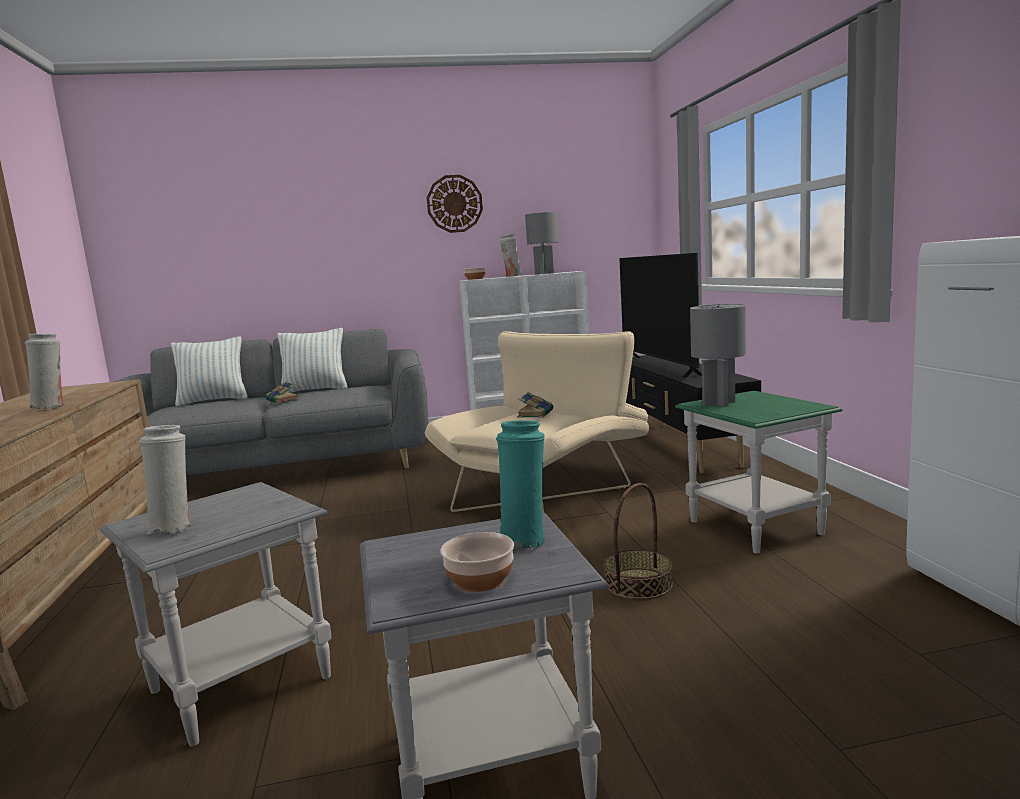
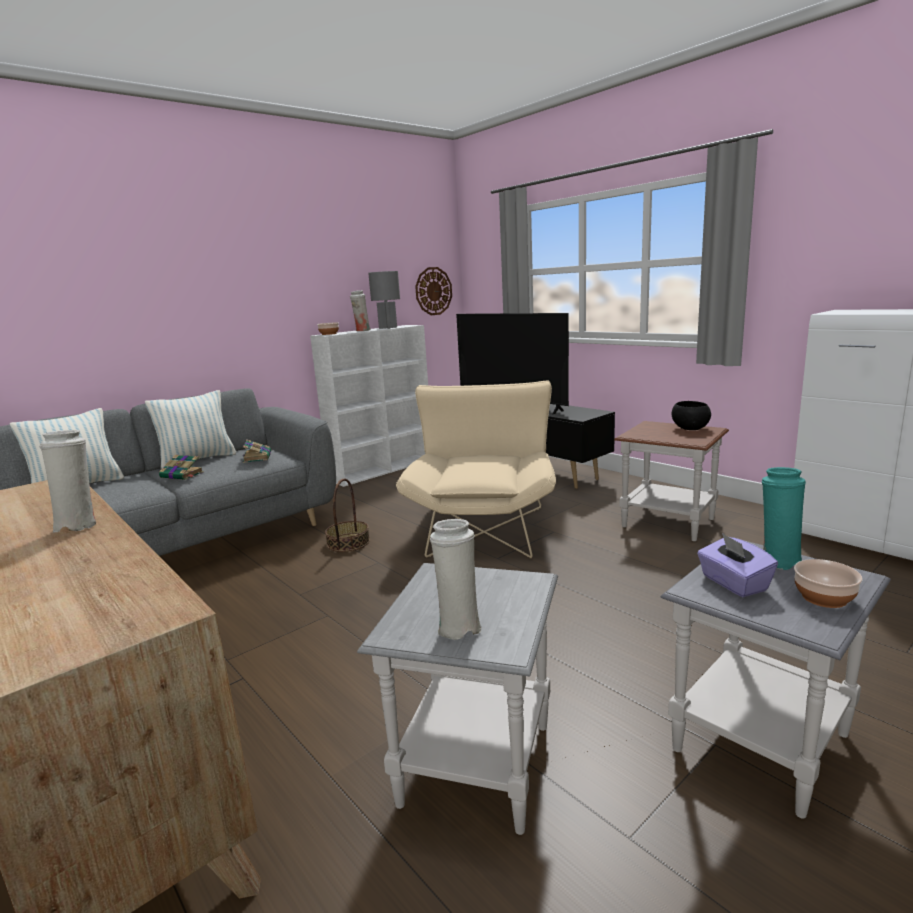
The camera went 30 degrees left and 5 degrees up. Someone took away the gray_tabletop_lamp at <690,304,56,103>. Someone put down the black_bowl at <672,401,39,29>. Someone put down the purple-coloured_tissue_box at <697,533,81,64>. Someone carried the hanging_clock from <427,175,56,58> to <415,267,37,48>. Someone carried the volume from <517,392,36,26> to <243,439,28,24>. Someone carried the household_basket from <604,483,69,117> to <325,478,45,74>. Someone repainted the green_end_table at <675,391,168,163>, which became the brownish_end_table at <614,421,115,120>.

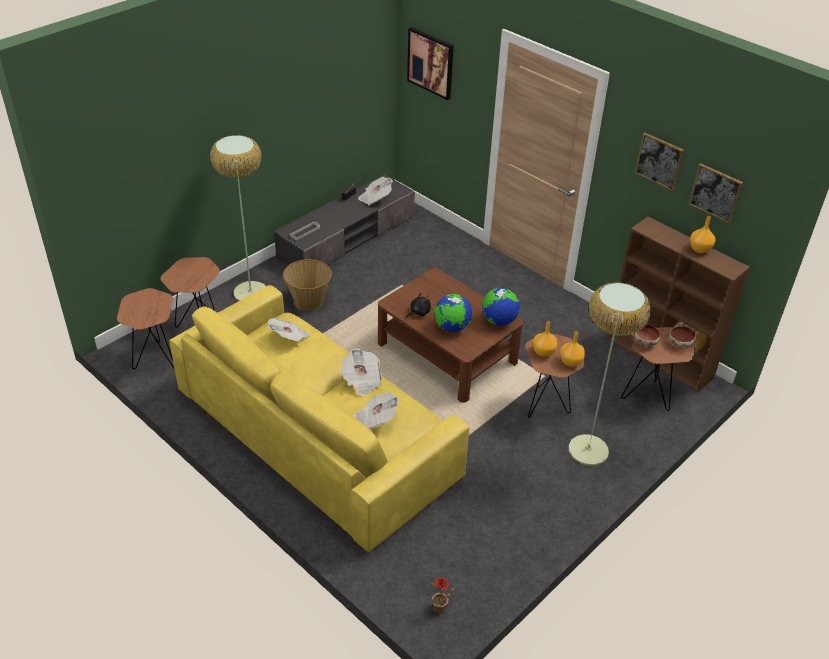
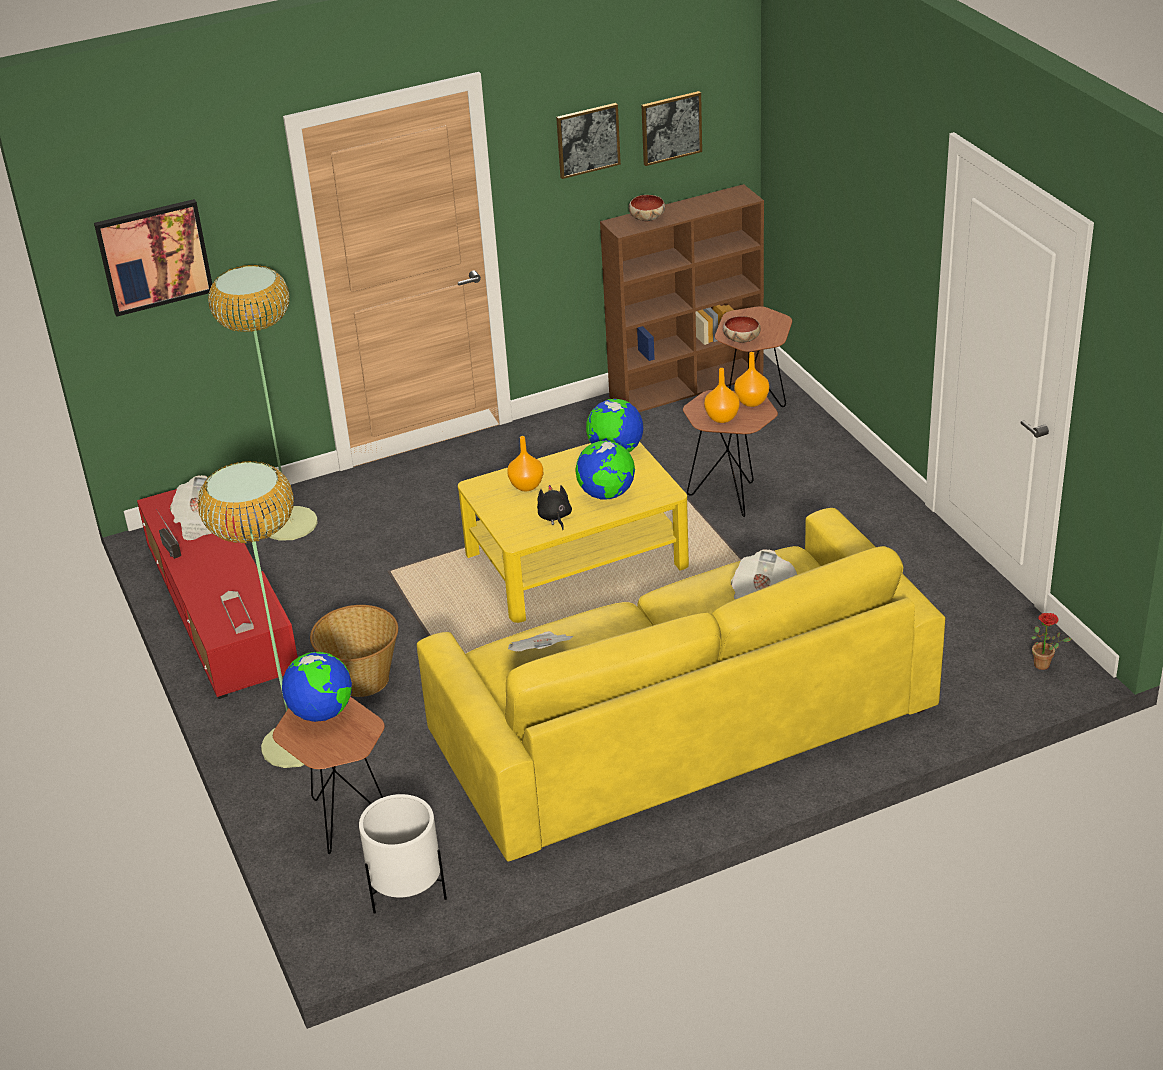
The camera went 65 degrees left and 5 degrees down. Someone took away the newspaper at <342,348,40,49>. Someone put down the desk_globe at <282,652,70,70>. Someone carried the standing_lamp from <569,282,82,184> to <208,265,109,276>. Someone carried the bowl from <668,326,28,22> to <629,195,36,27>. Someone carried the orange-coloured_vase from <690,216,25,37> to <507,436,36,56>. Someone swapped the brownish_end_table at <117,288,57,81> for the whitish_plant_pot at <359,794,88,120>. Someone repainted the gray_tv_stand at <274,174,141,91>, which became the reddish_tv_stand at <137,489,161,210>. Someone repainted the brownish_lounge_table at <378,268,145,135>, which became the yellowish_lounge_table at <458,442,231,181>.

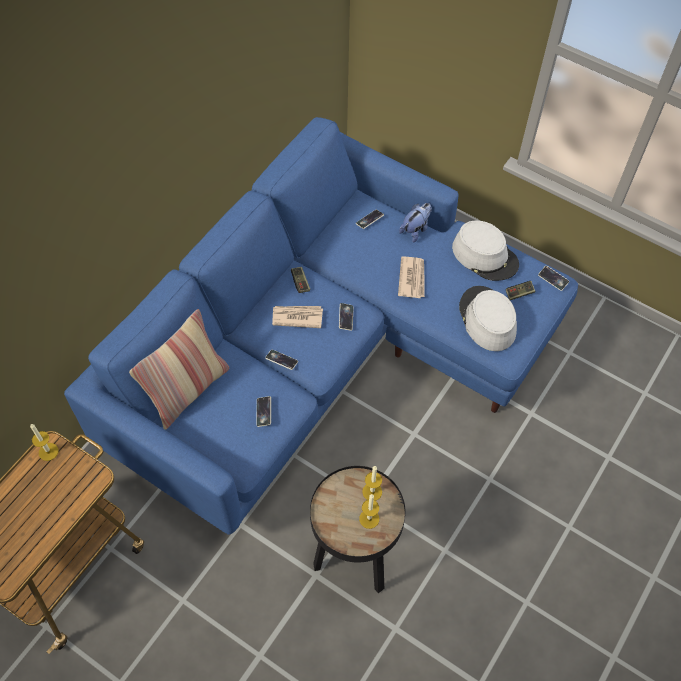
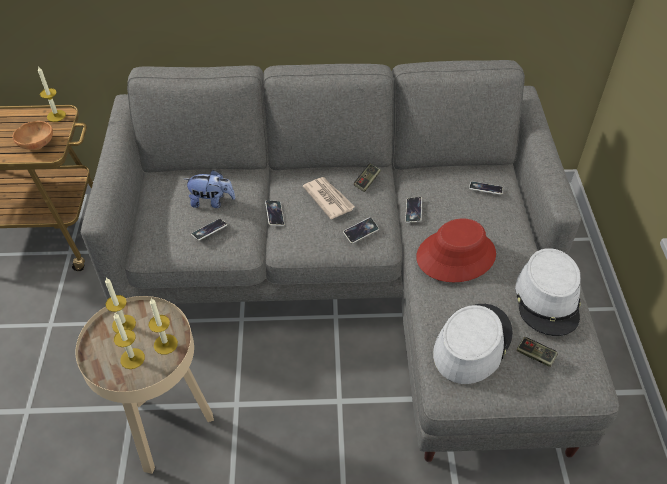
The camera went 55 degrees right and 10 degrees down. Someone took away the throw_pillow at <129,309,100,121>. Someone put down the brownish_bowl at <12,121,41,29>. Someone put down the wax_candle at <105,277,31,56>. Someone carried the plush_toy from <399,203,33,39> to <185,170,50,38>. Someone carried the phone from <538,266,31,25> to <405,197,17,26>. Someone swapped the newspaper at <398,256,27,42> for the reddish_wearable_hat at <416,218,80,64>. Someone repainted the bluish_settee at <64,117,514,418>, which became the gray_settee at <81,60,538,402>. Someone repainted the black_end_table at <310,466,96,127>, which became the sand-coloured_end_table at <76,296,138,178>.

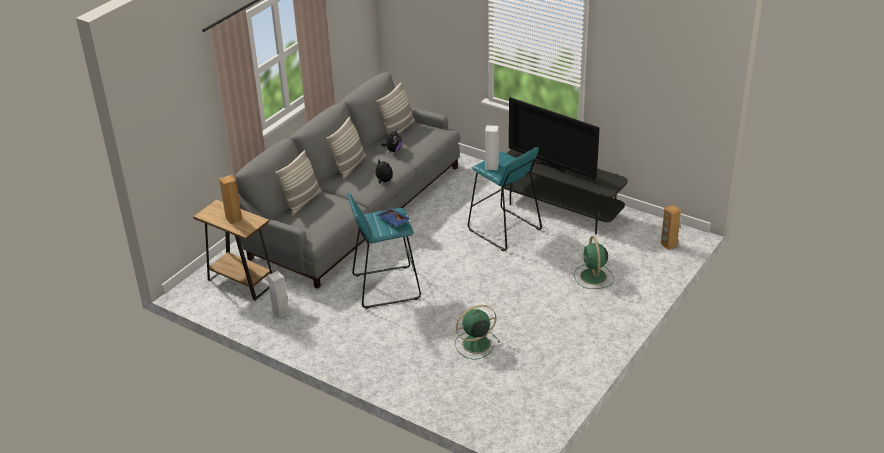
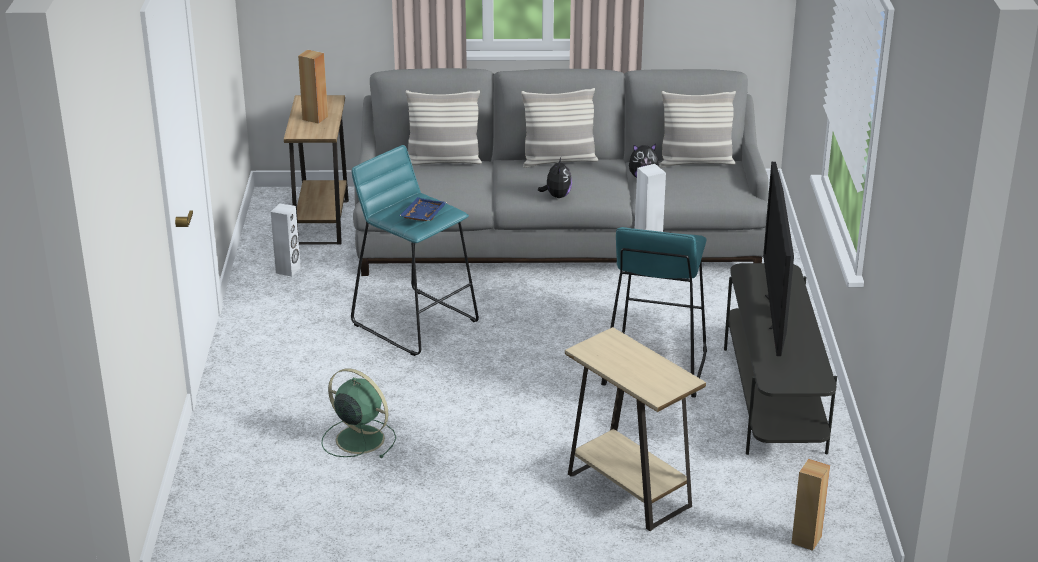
The camera went 55 degrees right and 5 degrees down. Someone swapped the green_cooling_fan at <574,236,40,53> for the sand-coloured_end_table at <565,327,141,204>.

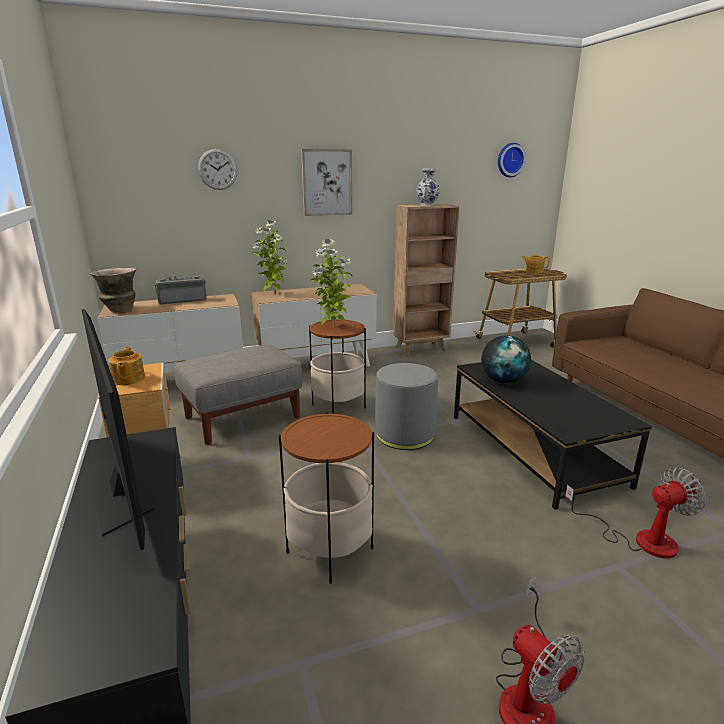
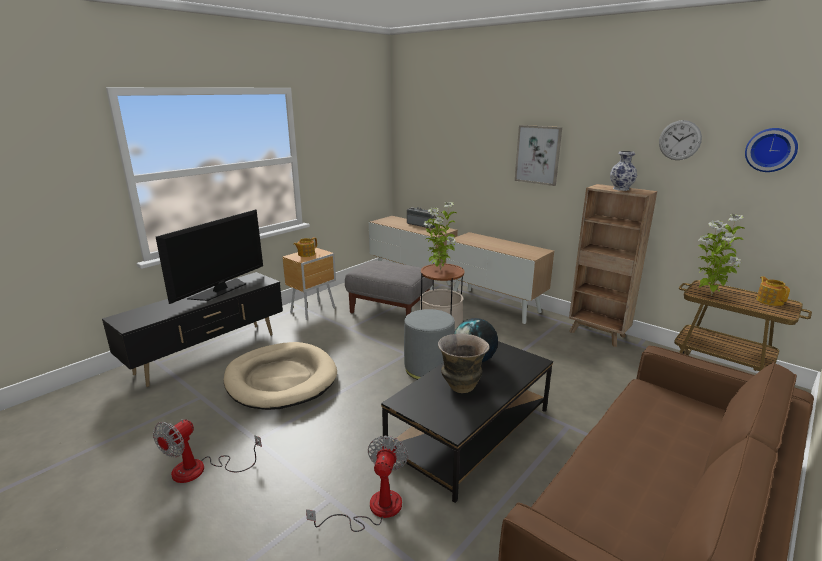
The camera went 60 degrees right and 0 degrees up. Someone carried the vase from <90,268,46,44> to <438,334,52,59>. Someone carried the hanging_clock from <198,149,40,41> to <659,120,43,40>. Someone carried the potted_plant from <252,220,35,75> to <698,214,47,82>. Someone swapped the end_table at <279,412,95,172> for the sand-coloured_dog_bed at <224,342,113,68>. Someone rotated the cooling_fan at <565,467,141,91> by 120 degrees counterclockwise.

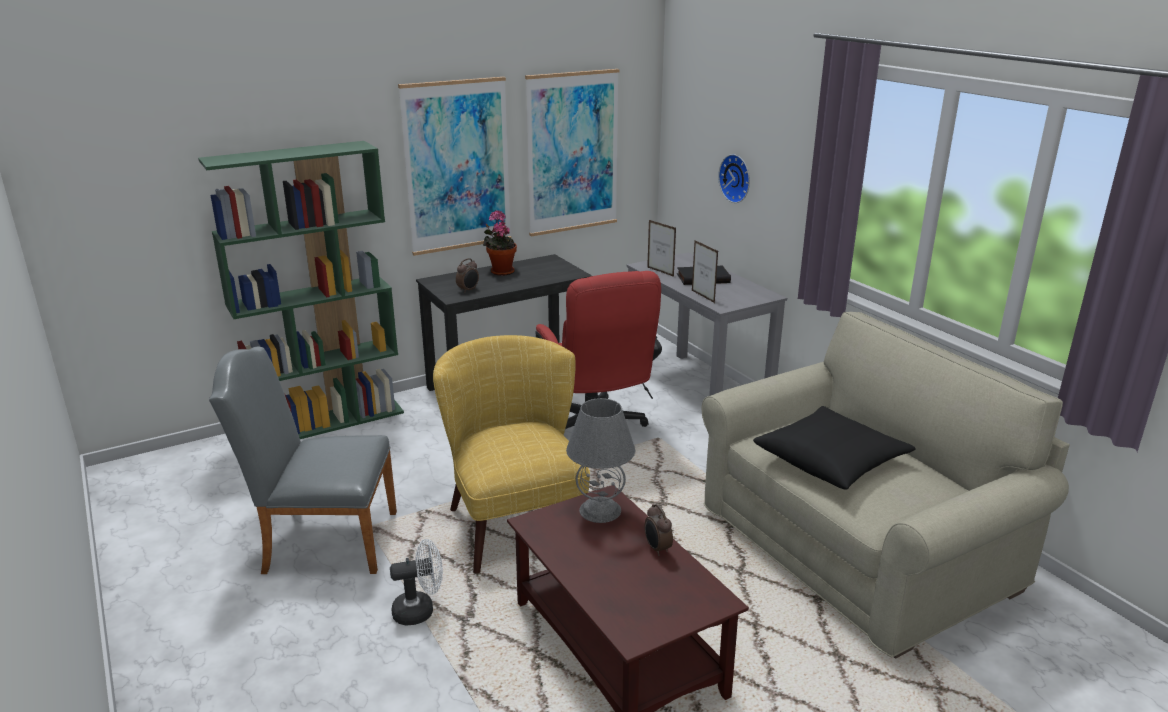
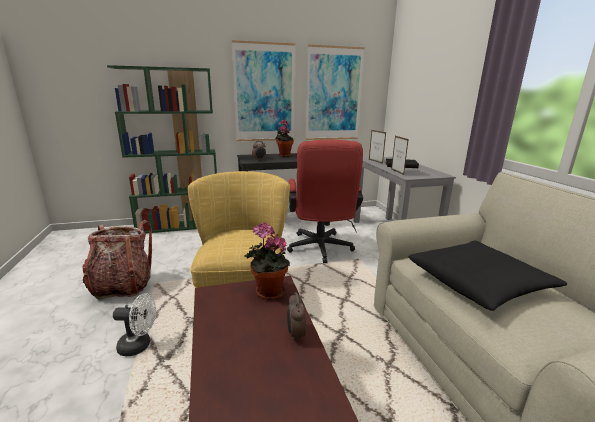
The camera went 15 degrees right and 5 degrees down. Someone took away the hanging_clock at <718,154,32,49>. Someone swapped the gray_chair at <209,347,188,227> for the rucksack at <82,220,70,80>. Someone swapped the gray_tabletop_lamp at <566,398,70,125> for the potted_plant at <245,222,45,78>.

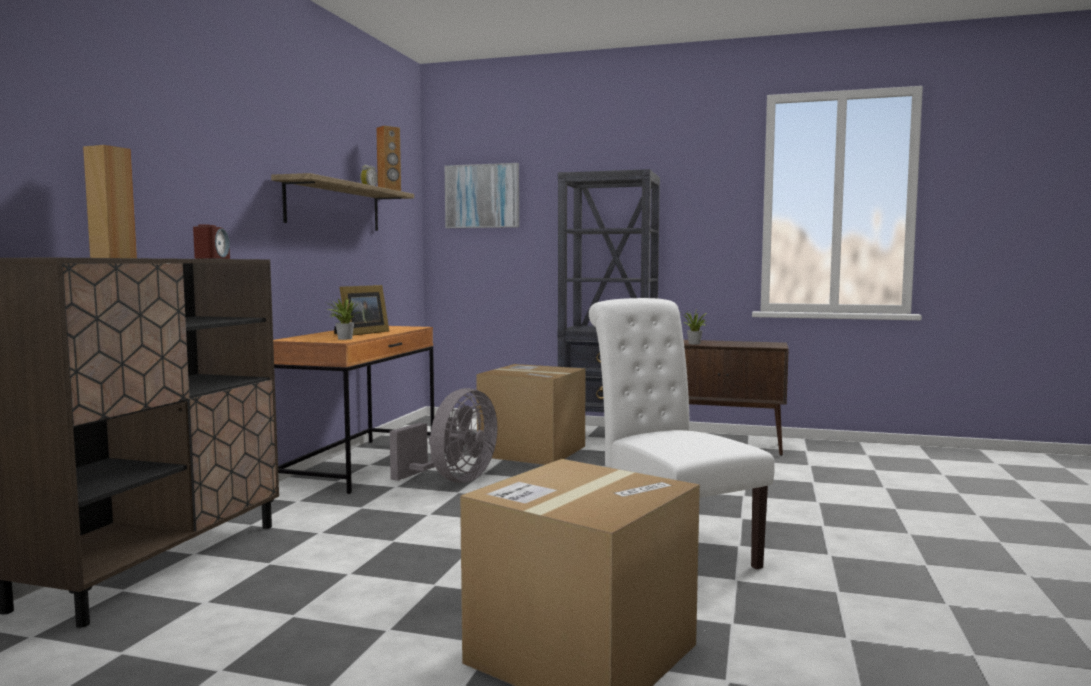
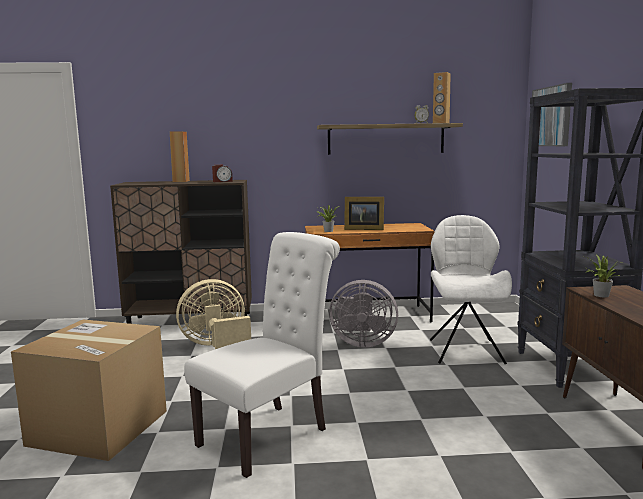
The camera went 70 degrees right and 5 degrees up. Someone put down the sand-coloured_cooling_fan at <176,279,75,70>. Someone swapped the cardboard_box at <476,364,110,101> for the whitish_chair at <430,215,82,150>.

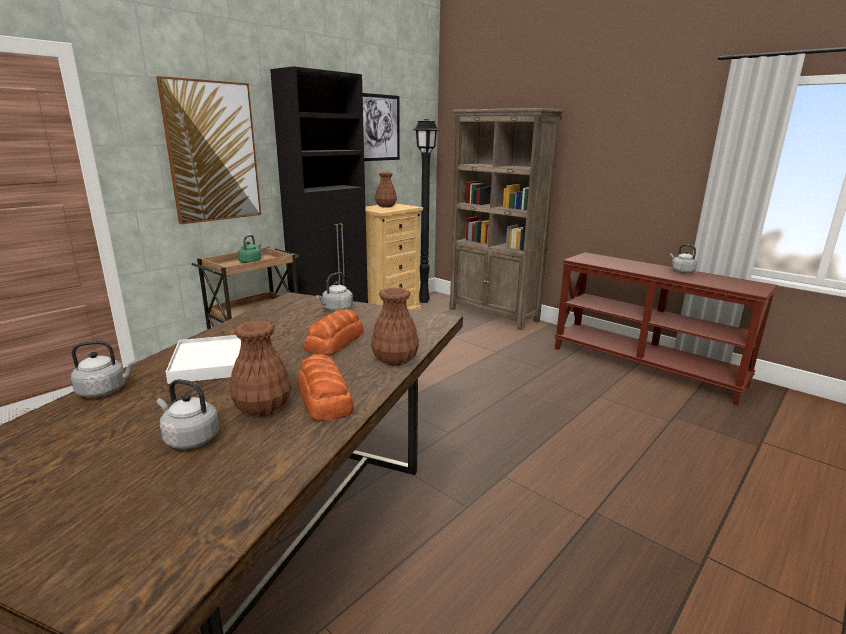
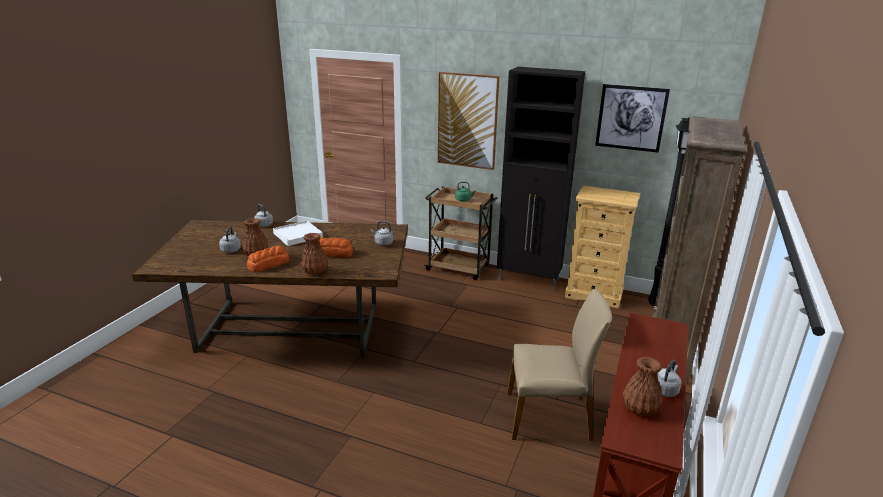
The camera went 70 degrees right and 5 degrees up. Someone put down the sand-coloured_chair at <507,289,105,152>. Someone carried the brownish_vase from <375,172,22,36> to <623,357,39,59>.

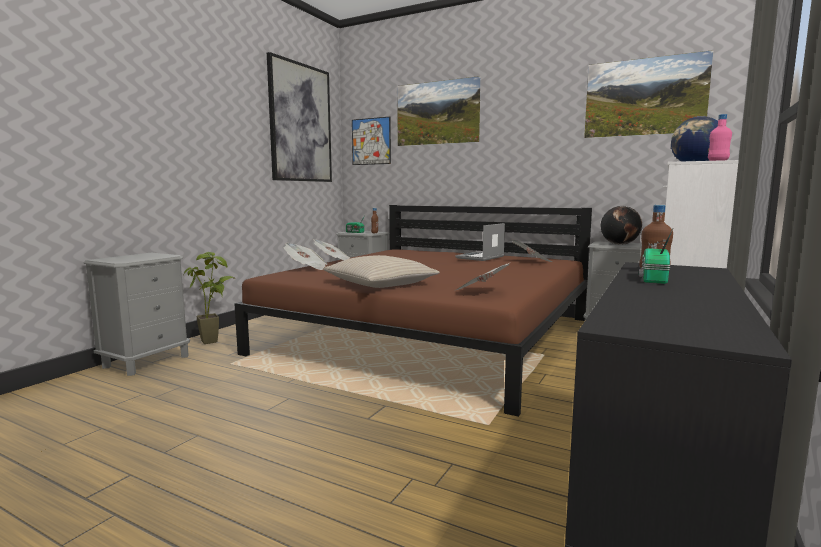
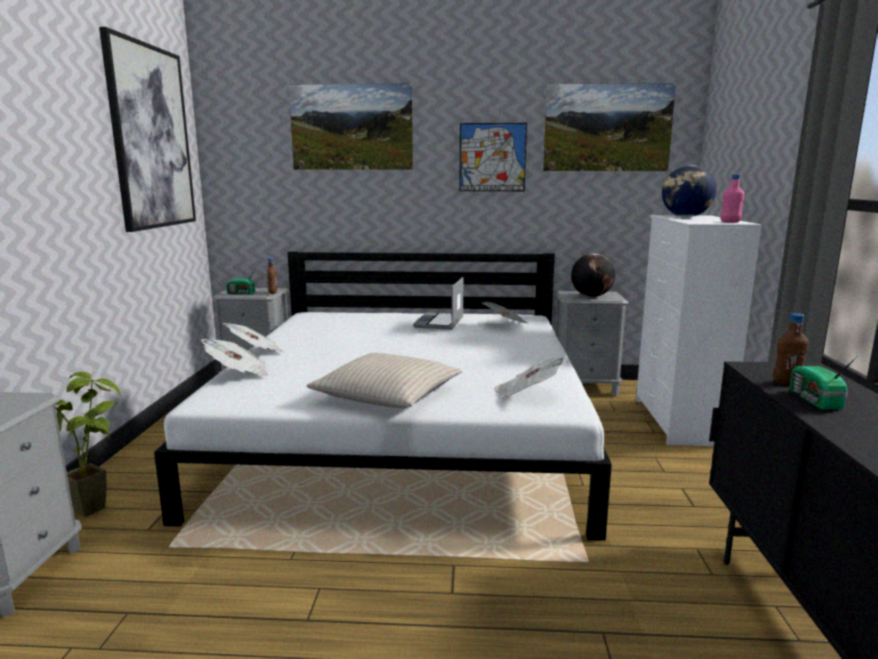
The camera went 25 degrees left and 5 degrees up. Someone carried the wall_picture from <352,117,39,48> to <459,123,68,68>. Someone repainted the brownish_sleeping_bed at <234,205,358,212>, which became the whitish_sleeping_bed at <154,251,458,289>.

